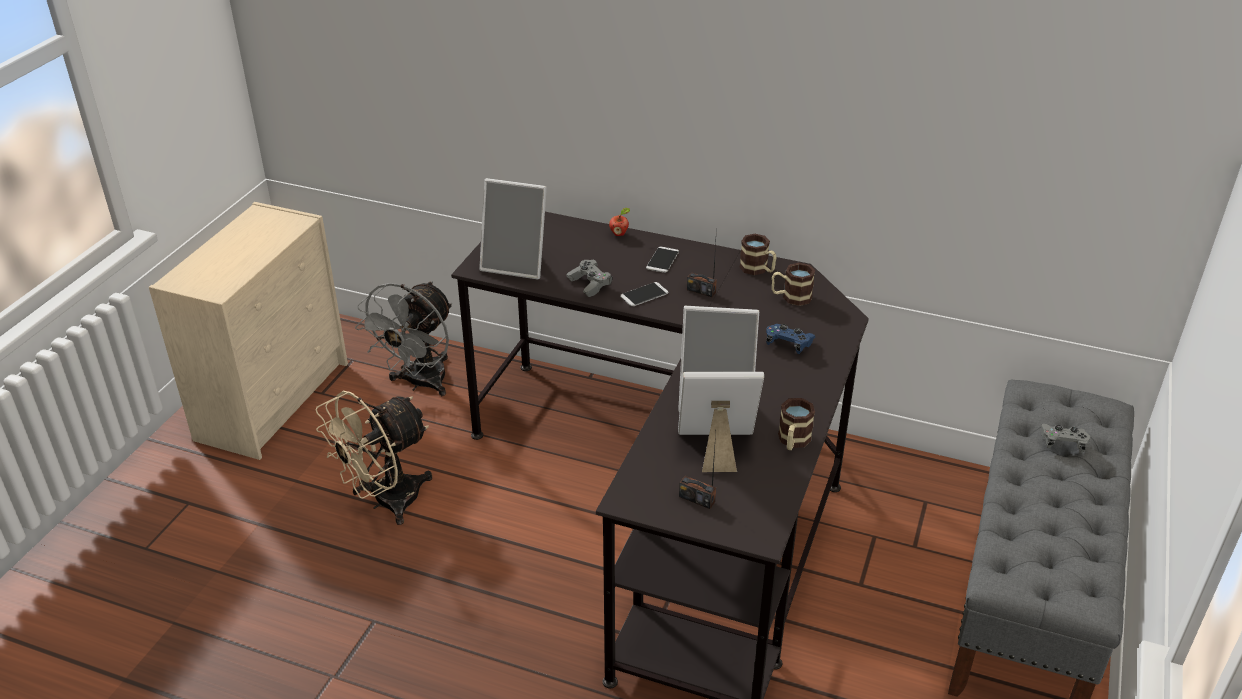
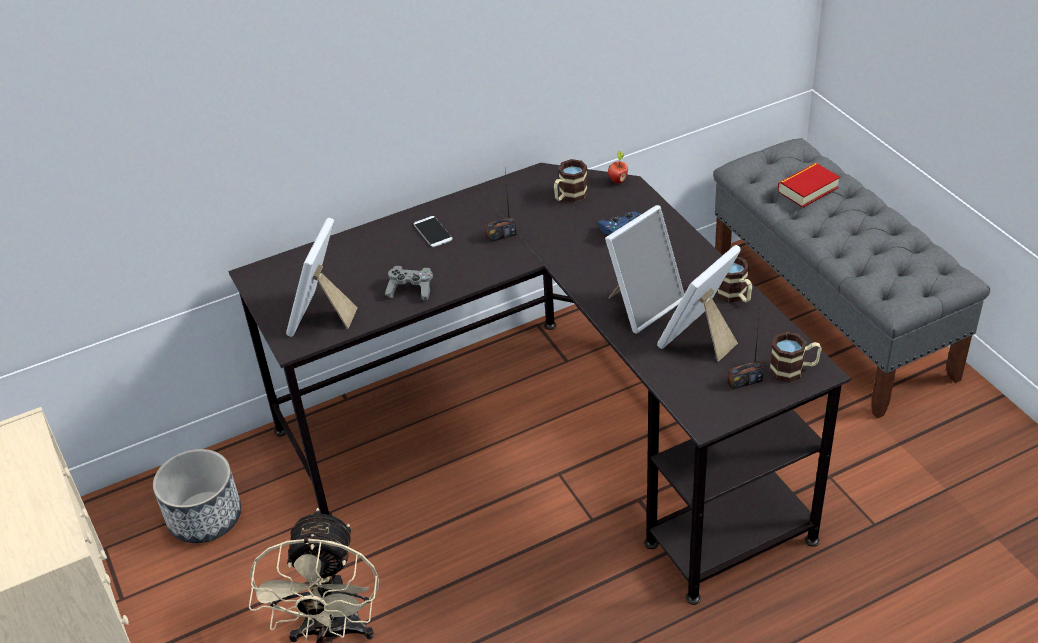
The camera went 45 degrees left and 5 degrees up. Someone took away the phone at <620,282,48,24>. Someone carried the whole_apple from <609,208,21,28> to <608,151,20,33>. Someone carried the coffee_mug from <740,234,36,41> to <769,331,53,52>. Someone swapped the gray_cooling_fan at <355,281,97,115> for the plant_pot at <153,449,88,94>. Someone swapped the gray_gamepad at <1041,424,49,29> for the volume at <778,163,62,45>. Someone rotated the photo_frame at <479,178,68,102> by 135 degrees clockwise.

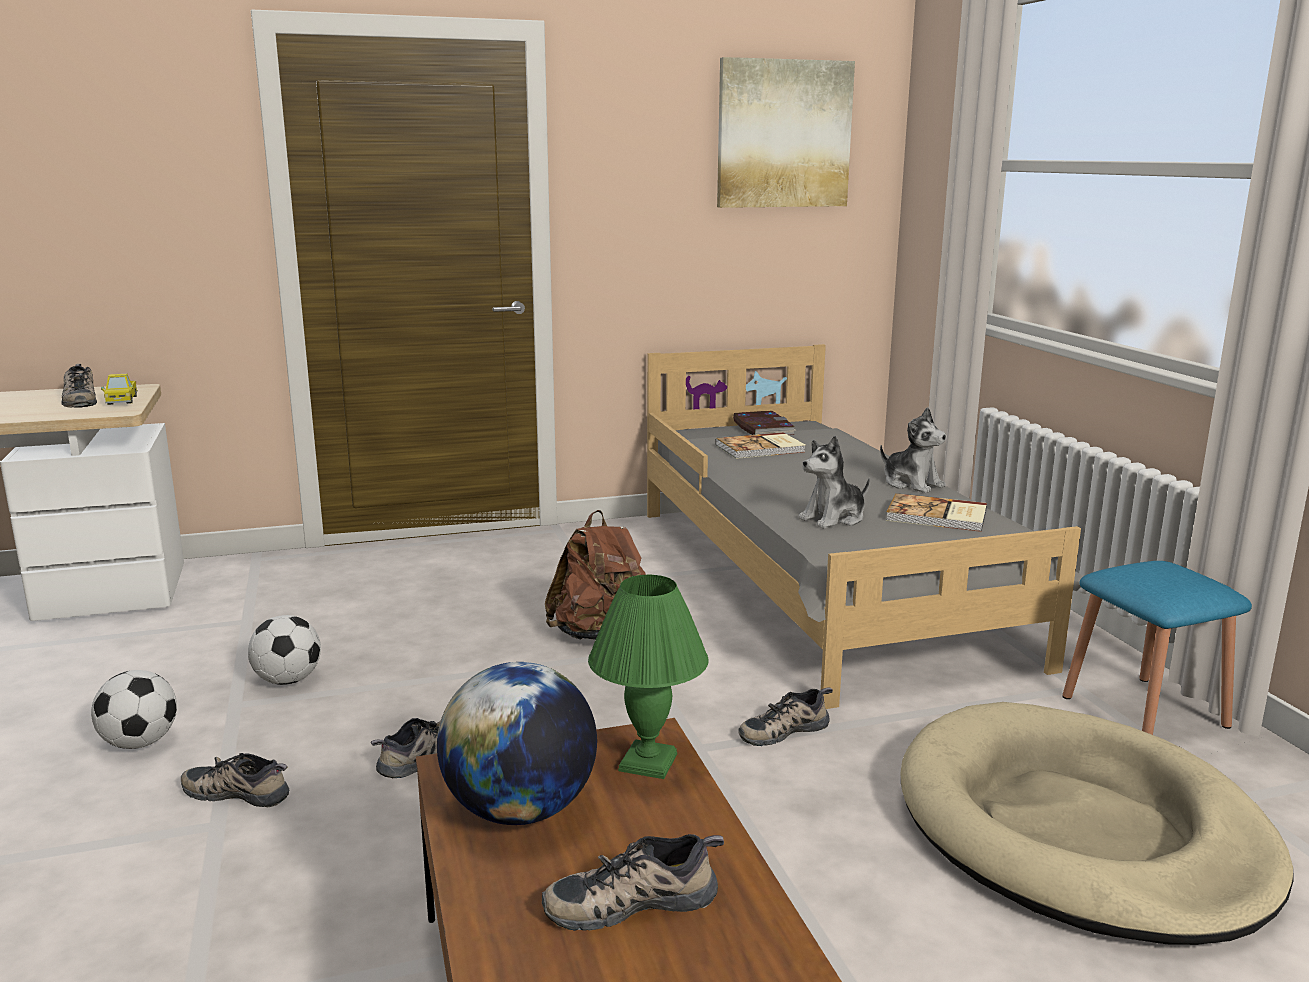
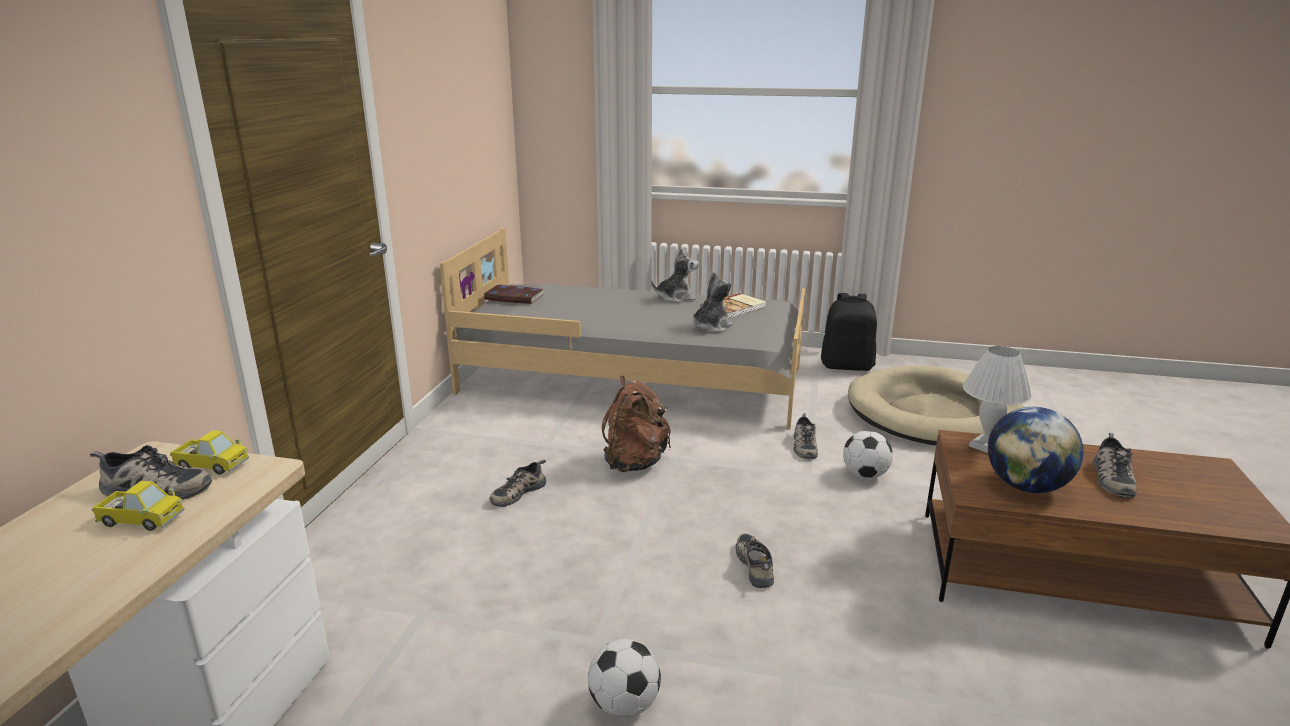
The camera went 60 degrees left and 5 degrees up. Someone took away the volume at <715,432,90,27>. Someone took away the wall_picture at <717,57,138,151>. Someone put down the toy_lorry at <92,481,93,50>. Someone carried the low_shoe from <181,753,108,54> to <489,459,57,48>. Someone carried the football_ball from <248,615,73,70> to <843,431,50,48>. Someone swapped the bluish_stool_seat at <1062,561,190,174> for the black_rucksack at <821,293,56,78>. Someone repainted the green_tabletop_lamp at <588,574,121,205>, which became the whitish_tabletop_lamp at <963,346,69,107>. Someone rotated the plush_toy at <798,436,72,93> by 135 degrees counterclockwise.

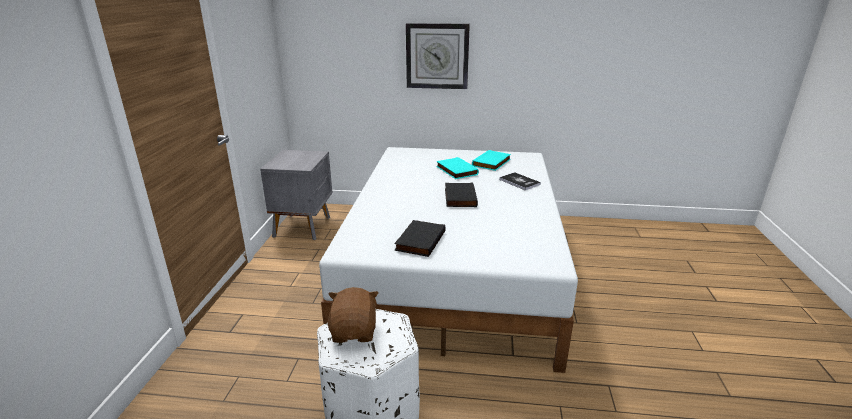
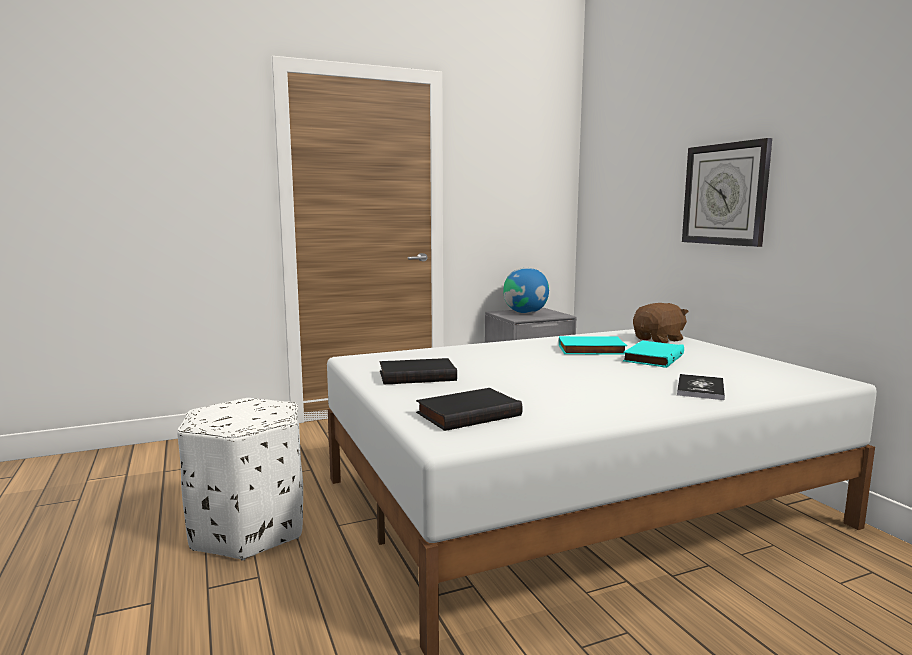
The camera went 60 degrees right and 15 degrees down. Someone put down the desk_globe at <503,268,46,45>. Someone carried the brownish_plush_toy from <328,287,51,56> to <633,303,56,40>. Someone carried the black_volume from <445,183,33,24> to <416,388,106,43>. Someone carried the turquoise-coloured_volume from <472,150,39,21> to <559,336,68,19>.

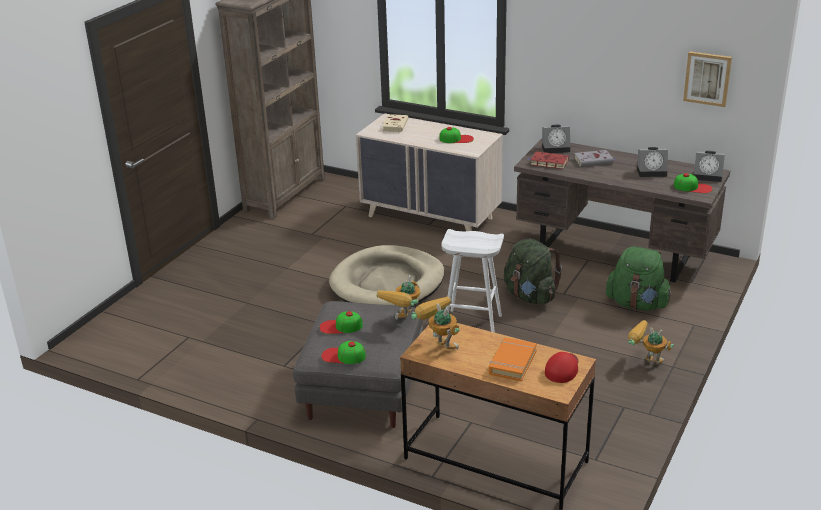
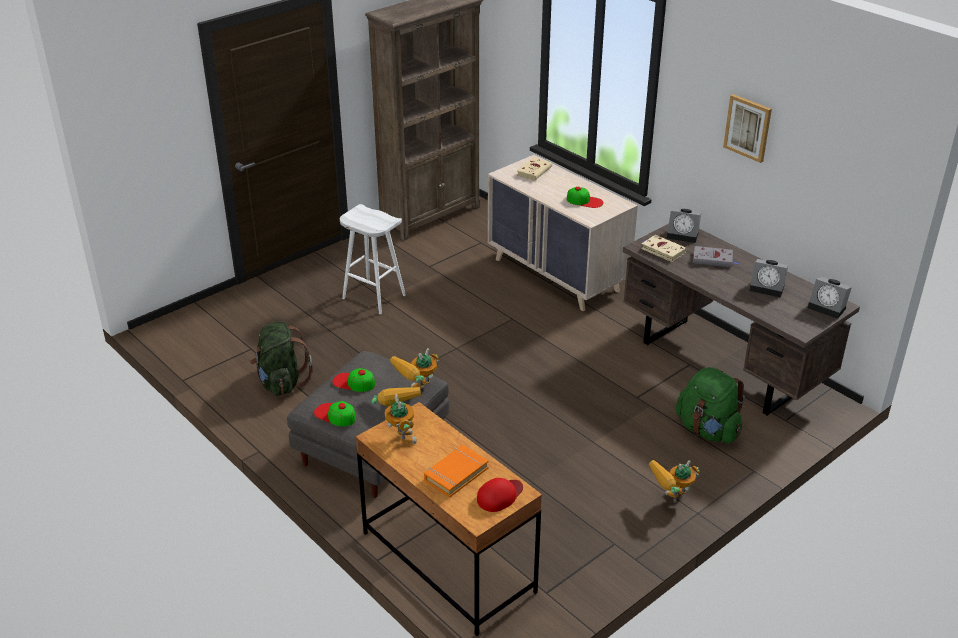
The camera went 20 degrees right and 5 degrees up. Someone took away the sand-coloured_dog_bed at <329,245,115,61>. Someone took away the cap at <674,173,39,20>. Someone carried the whitish_stool_seat from <441,229,63,104> to <340,204,66,110>. Someone carried the green_rucksack from <504,239,58,66> to <250,322,63,74>. Someone carried the wall_picture from <683,51,49,56> to <723,94,49,69>. Someone repainted the reddish_volume at <527,151,42,18>, which became the sand-coloured_volume at <641,235,46,27>. Someone rotated the model_robot at <628,320,46,44> by 75 degrees counterclockwise.

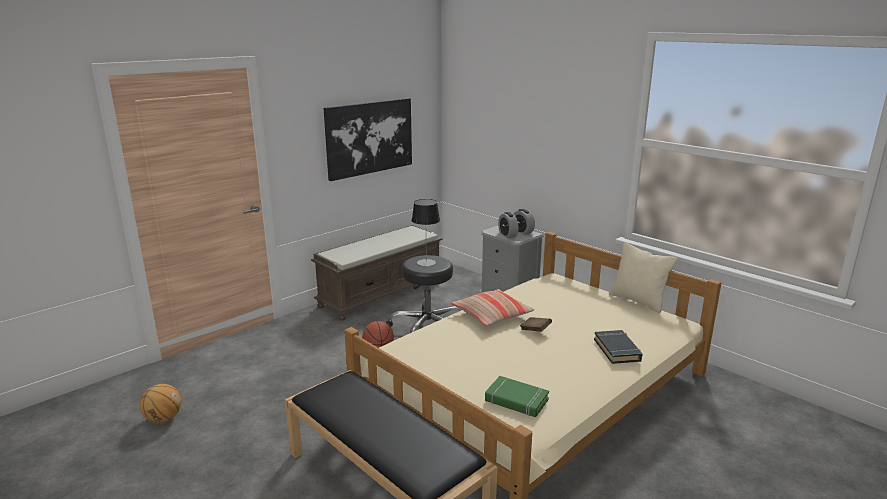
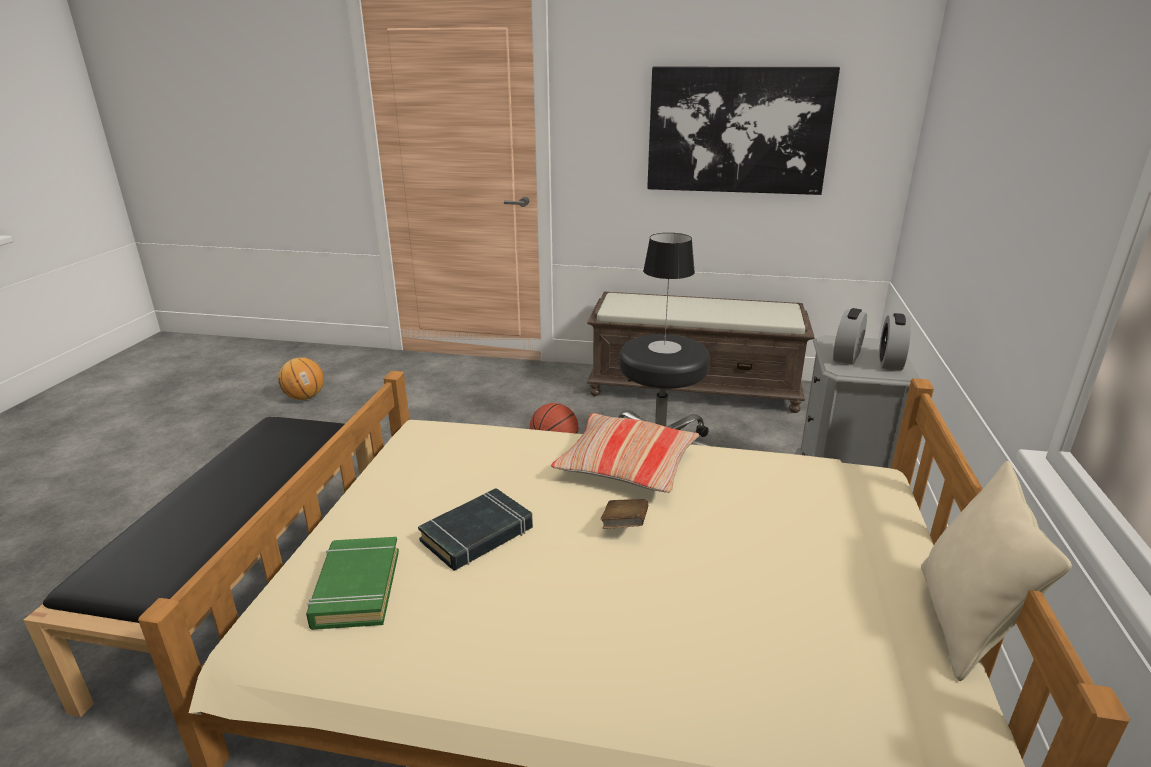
The camera went 55 degrees right and 5 degrees up. Someone carried the black_volume from <594,330,49,34> to <418,488,115,83>.

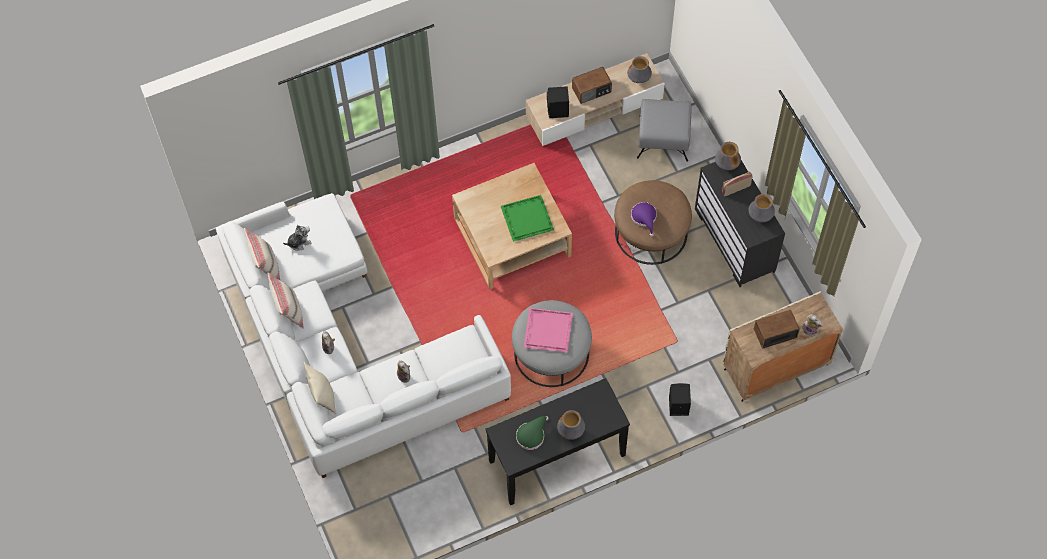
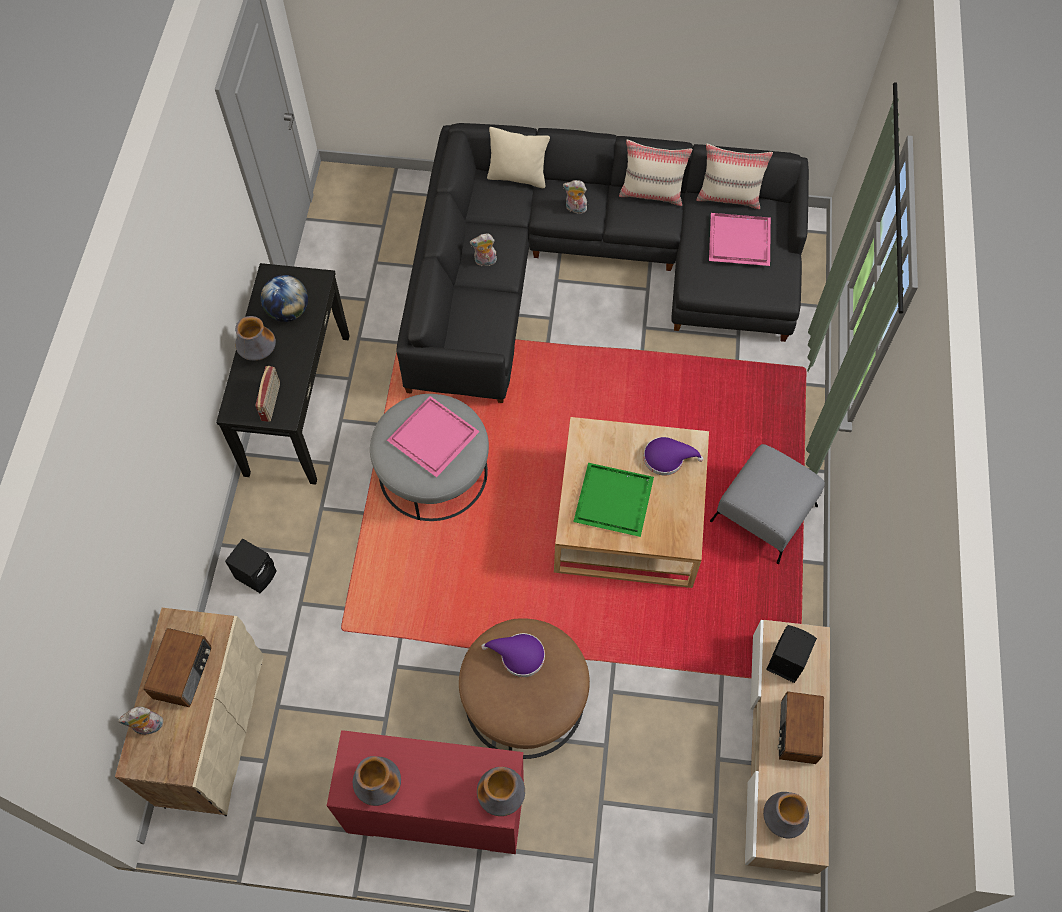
The camera went 120 degrees right and 0 degrees up. Someone put down the purple-coloured_wearable_hat at <643,437,61,39>. Someone carried the gray_ottoman from <637,99,55,63> to <710,444,115,120>. Someone carried the radio from <722,172,31,24> to <256,366,24,56>. Someone swapped the plush_toy at <283,225,28,26> for the pink_tray at <709,213,62,53>. Someone swapped the green_wearable_hat at <516,416,33,34> for the desk_globe at <260,275,48,47>. Someone repainted the whitish_settee at <216,193,295,285>, which became the black_settee at <396,123,413,280>. Someone repainted the black_dresser at <695,160,90,127>, which became the reddish_dresser at <327,730,197,124>.

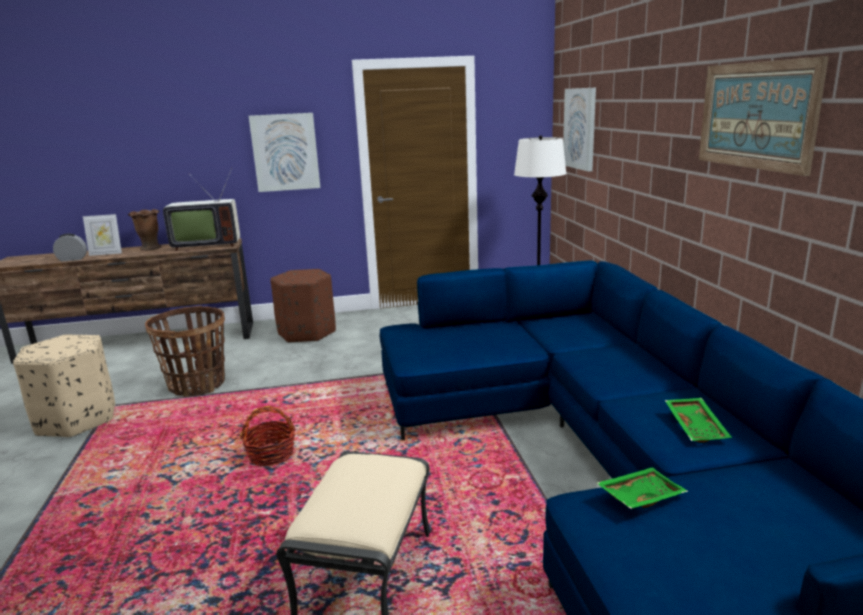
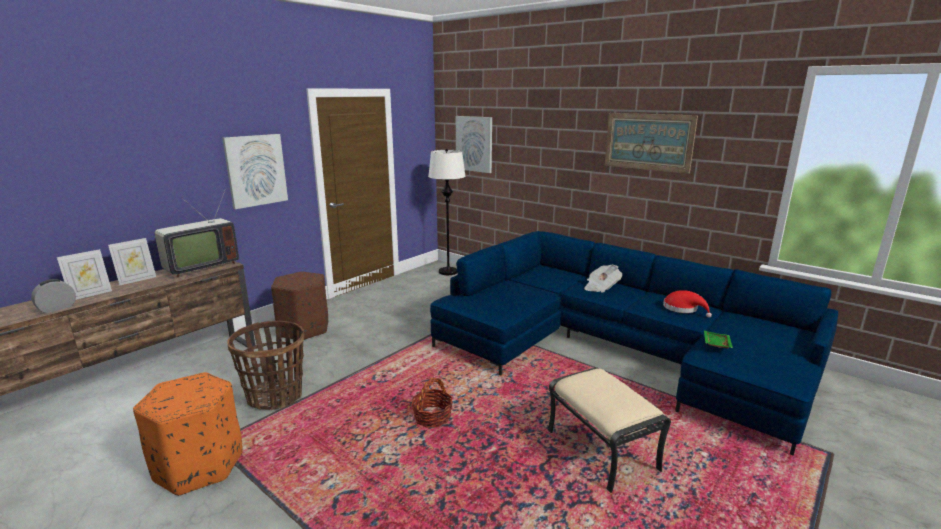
The camera went 40 degrees left and 0 degrees up. Someone put down the newspaper at <584,265,38,27>. Someone swapped the brownish_vase at <128,209,33,42> for the photo_frame at <108,238,48,47>. Someone swapped the green_tray at <665,398,67,45> for the reddish_wearable_hat at <663,290,49,28>. Someone repainted the sand-coloured_ottoman at <13,334,102,104>, which became the orange-coloured_ottoman at <133,372,110,124>.

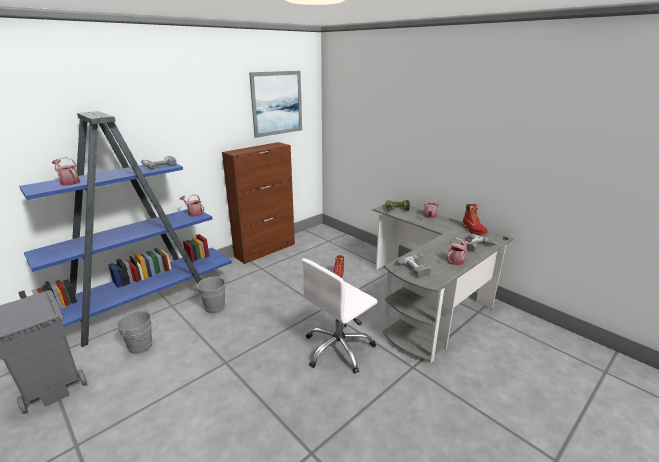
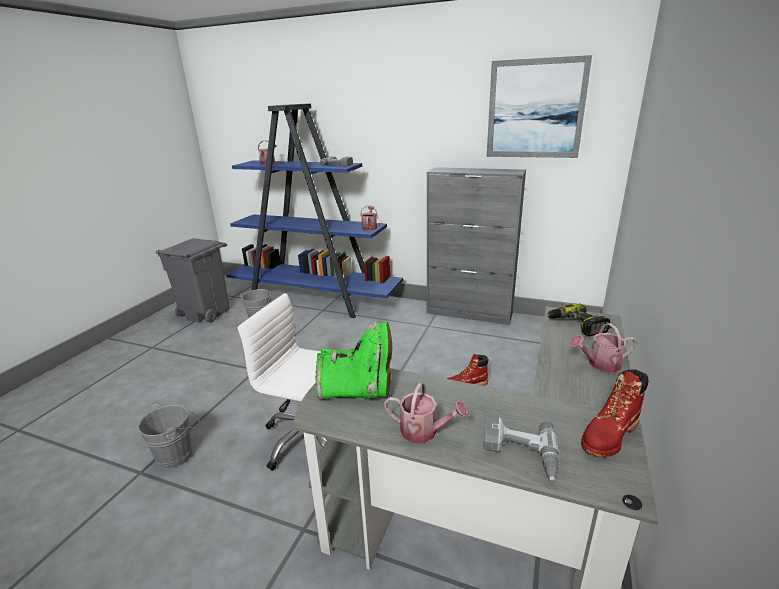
The camera went 65 degrees right and 0 degrees up. Someone carried the gray_pail from <196,276,30,38> to <138,403,62,66>. Someone swapped the drill at <396,254,35,24> for the green_tall_boot at <315,322,77,78>. Someone repainted the brownish_storage_cabinet at <222,142,73,122>, which became the gray_storage_cabinet at <427,167,99,158>.

